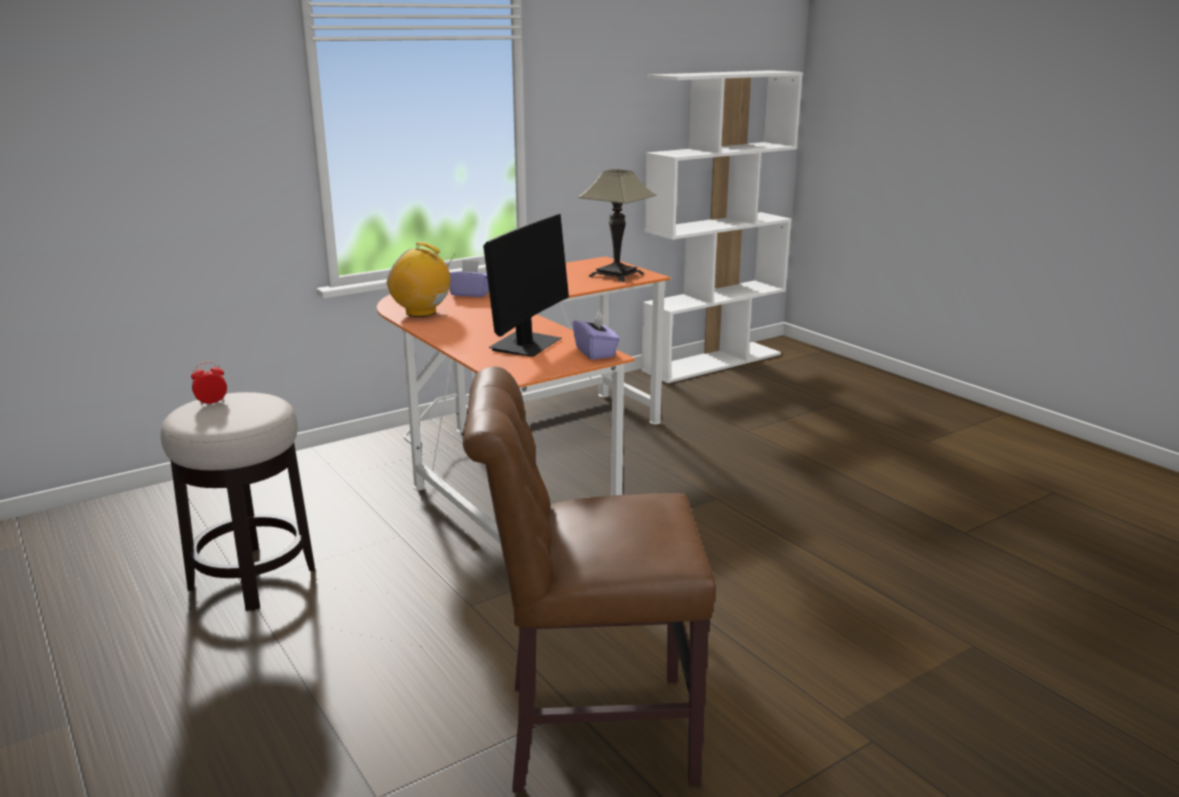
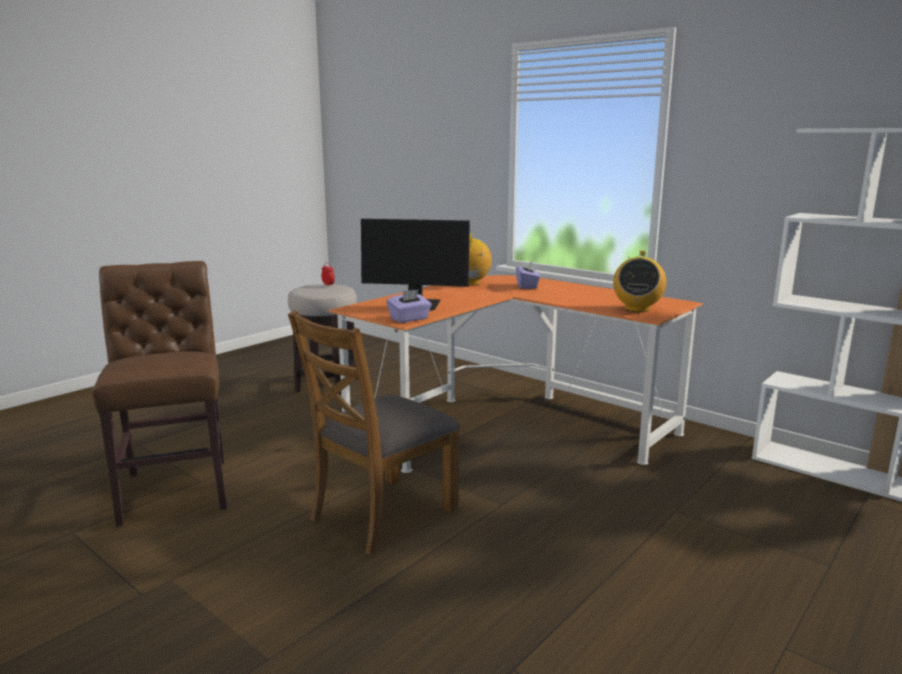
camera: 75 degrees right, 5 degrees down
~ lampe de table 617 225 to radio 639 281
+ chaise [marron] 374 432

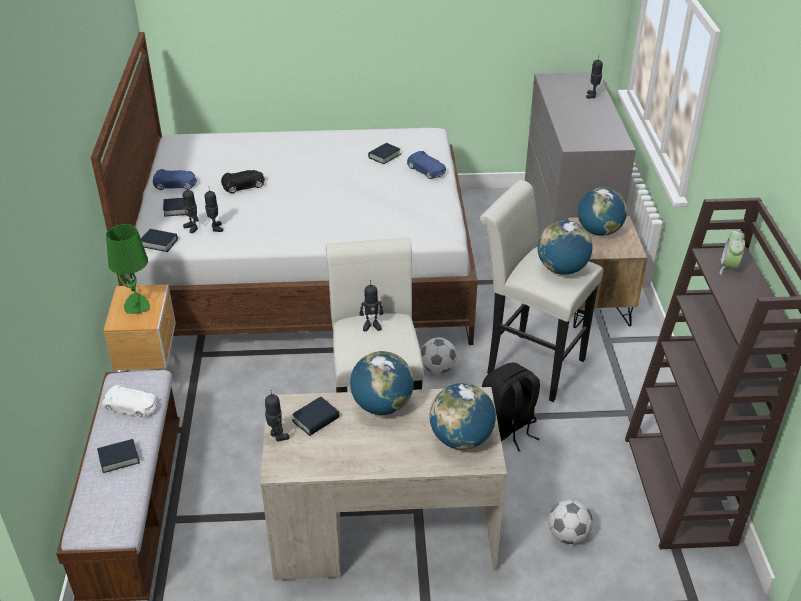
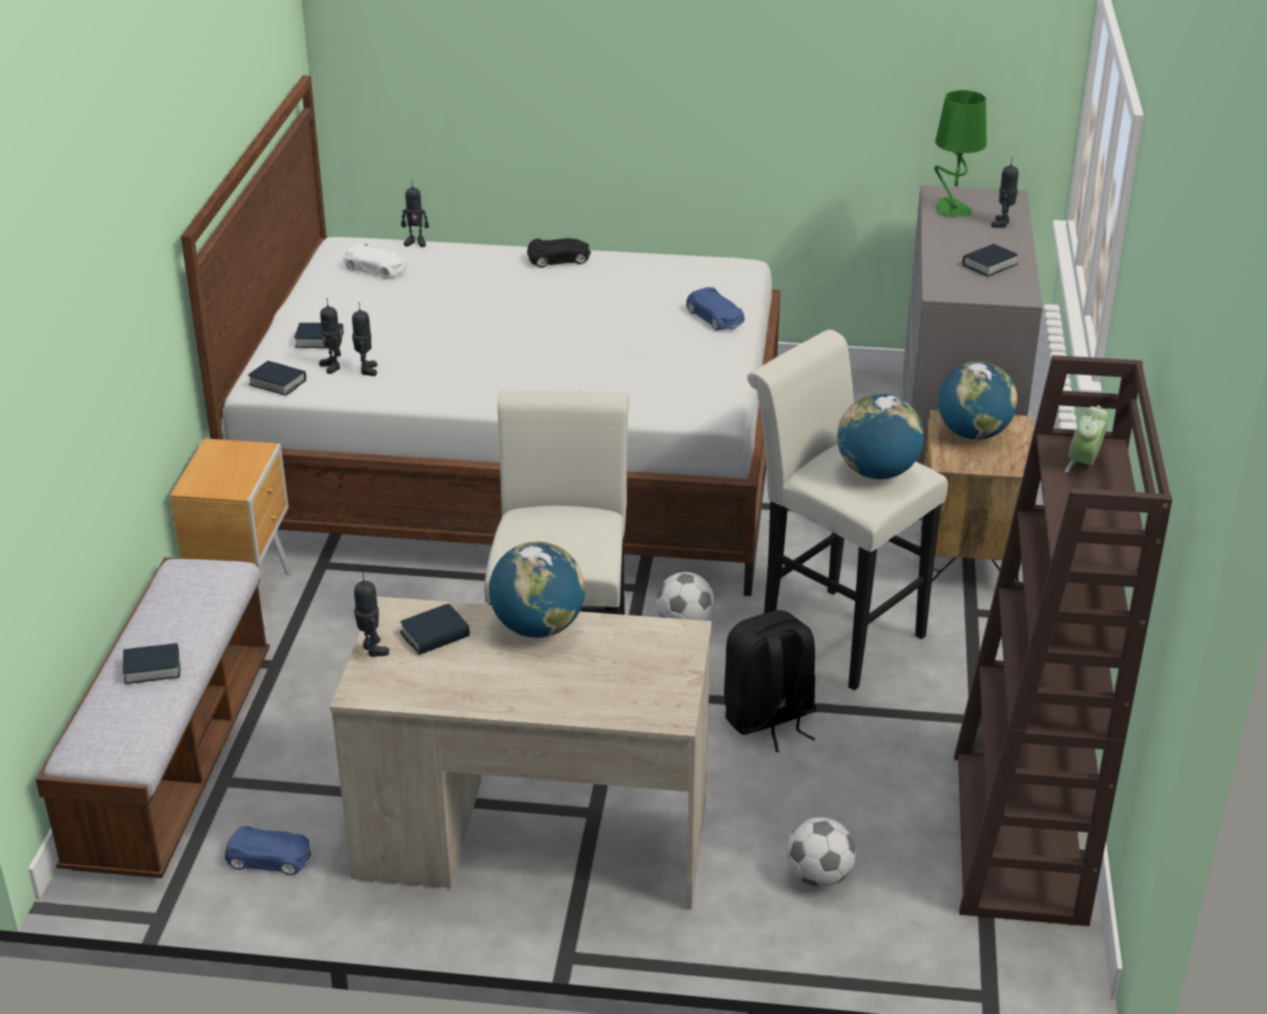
camera: 10 degrees right, 5 degrees down
~ petite voiture [blanc] 129 402 to 374 261
~ lampe de table [vert] 128 269 to 960 153
~ petite voiture [bleu] 175 179 to 268 850
~ petite voiture [noir] 243 181 to 559 253
~ robot jouet 372 306 to 415 213
~ livre 384 153 to 990 260
- globe 462 416

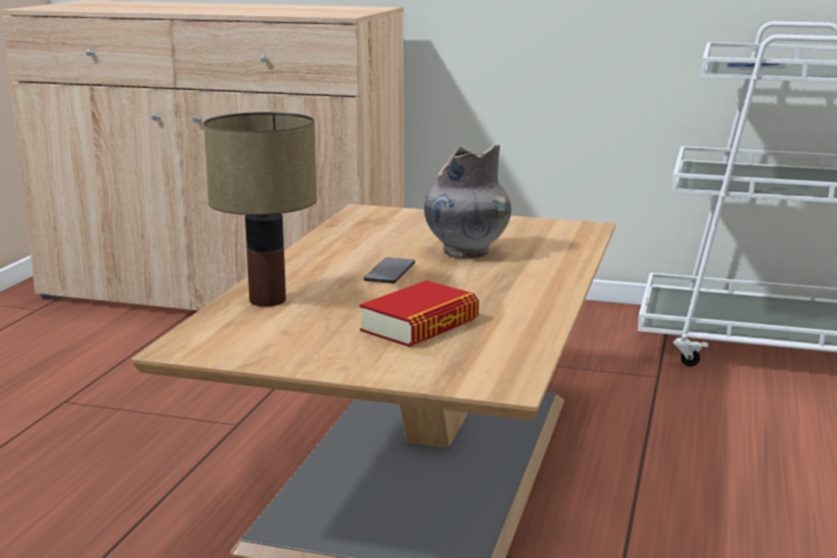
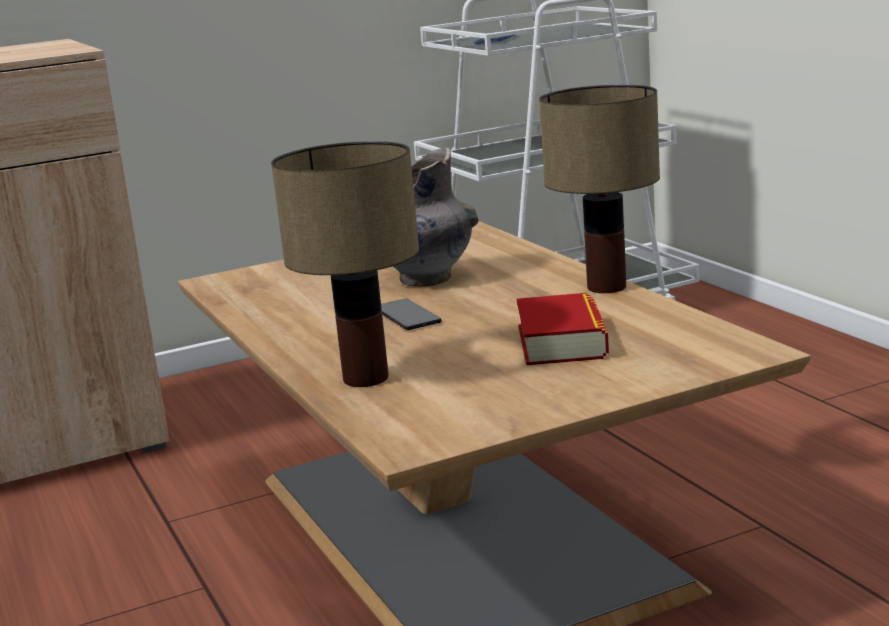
camera: 40 degrees left, 0 degrees up
+ lampe de table 599 189

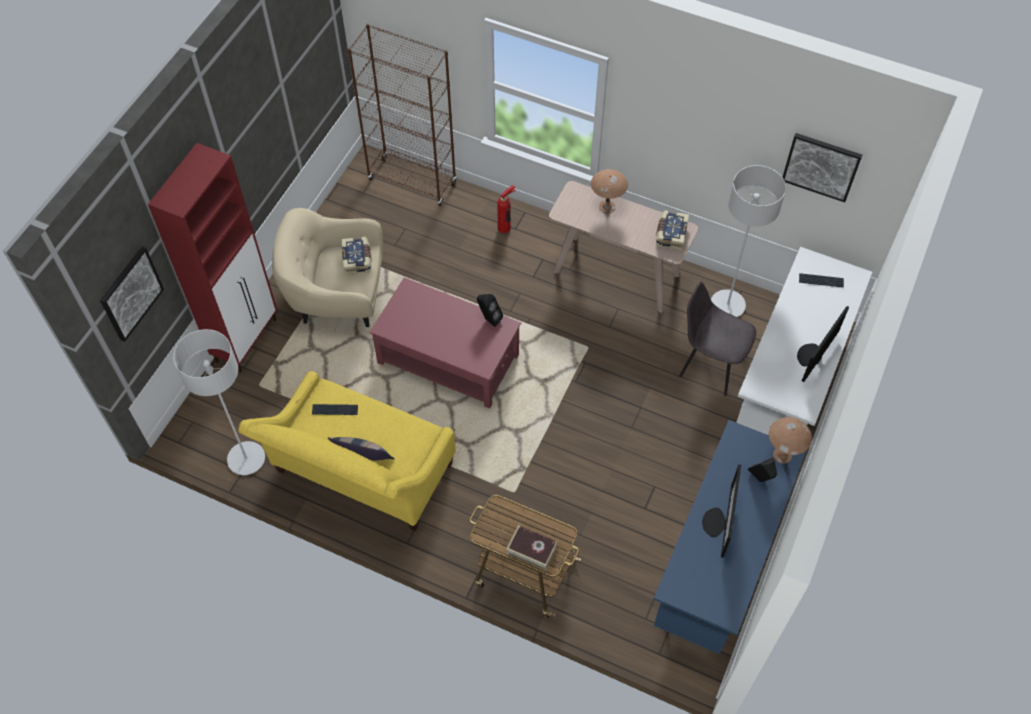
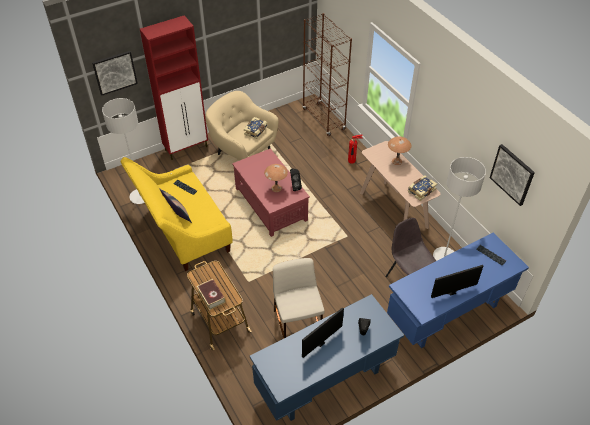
camera: 35 degrees right, 10 degrees down
~ bureau [blanc] 804 341 to bureau [bleu] 458 290
~ lampe de table [marron] 790 440 to 276 178
+ tabouret [beige] 298 298

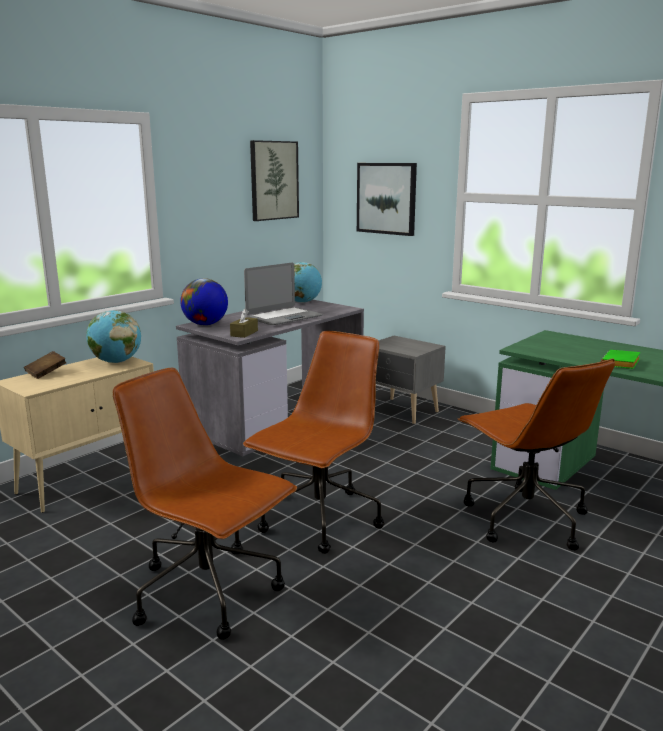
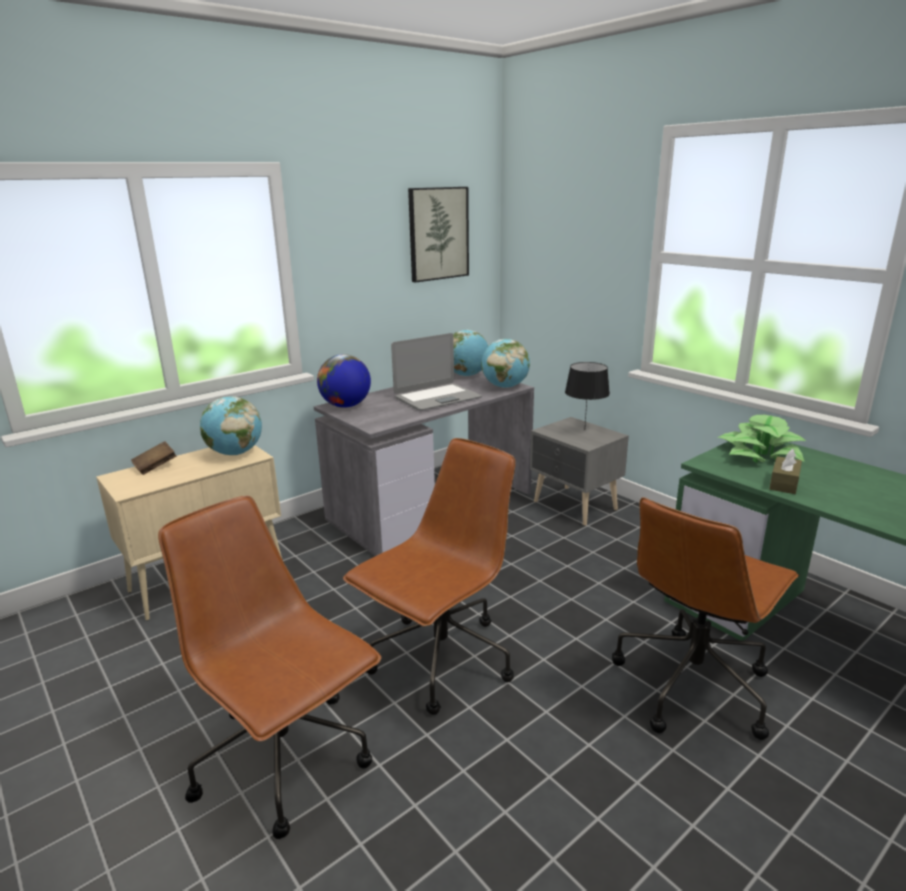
camera: 10 degrees right, 5 degrees up
~ boîte à mouchoirs [marron] 244 323 to 785 471
- tableau 387 199
~ chaise de bureau [marron] 536 454 = 705 618 60 degrees clockwise
- livre [vert] 620 359
+ globe 505 363
+ lampe de table [noir] 587 393
+ plante en pot 761 438

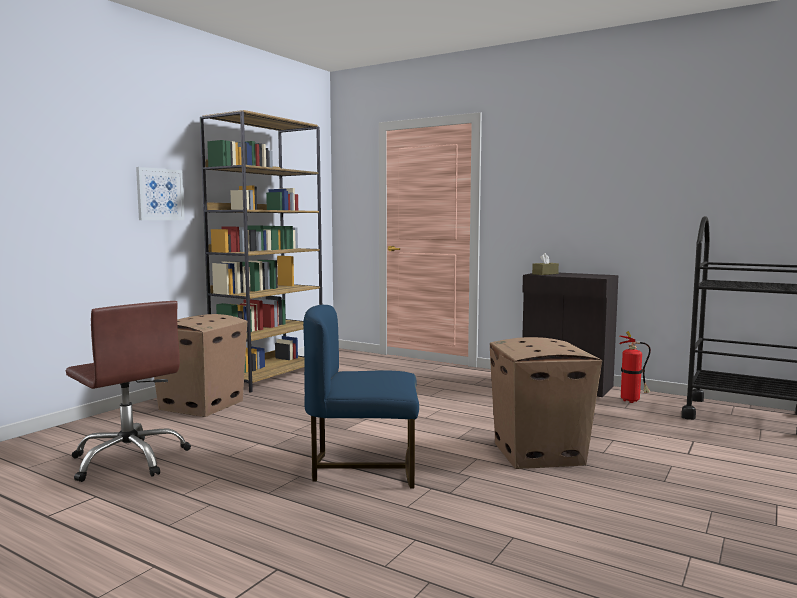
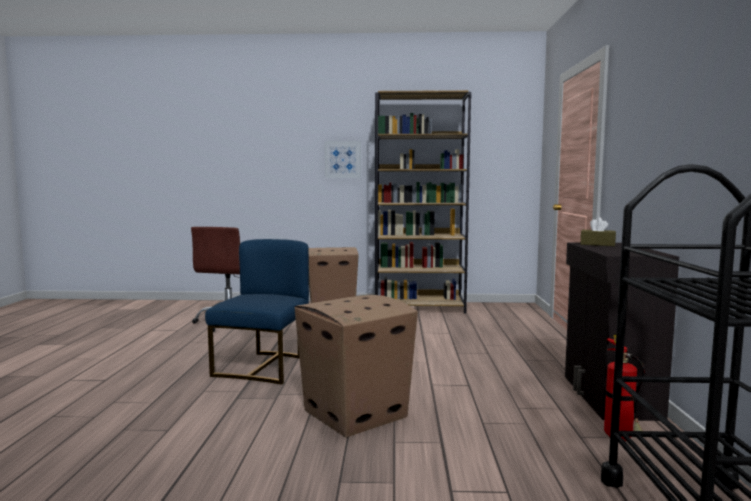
camera: 60 degrees right, 0 degrees up
~ chaise [bleu] 361 396 = 257 311 45 degrees clockwise

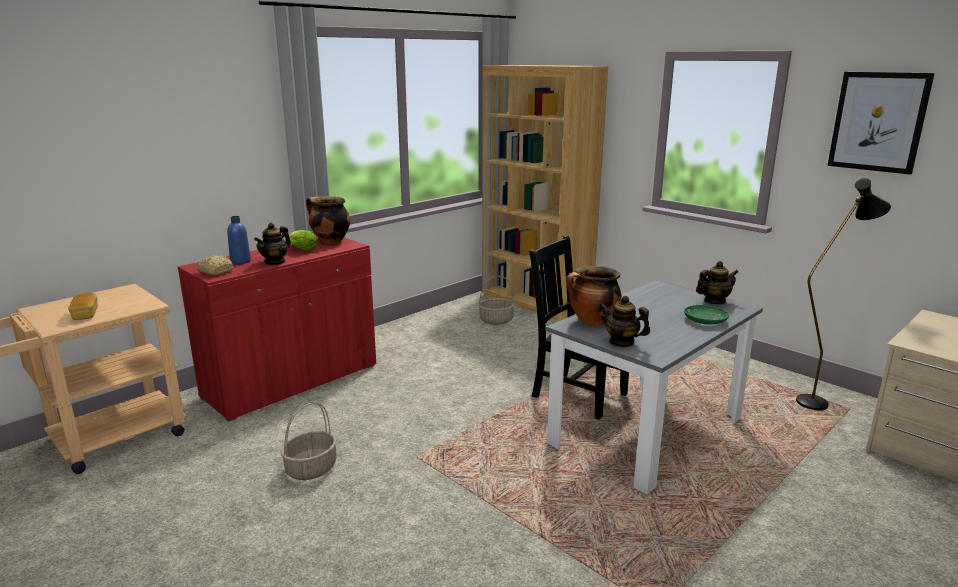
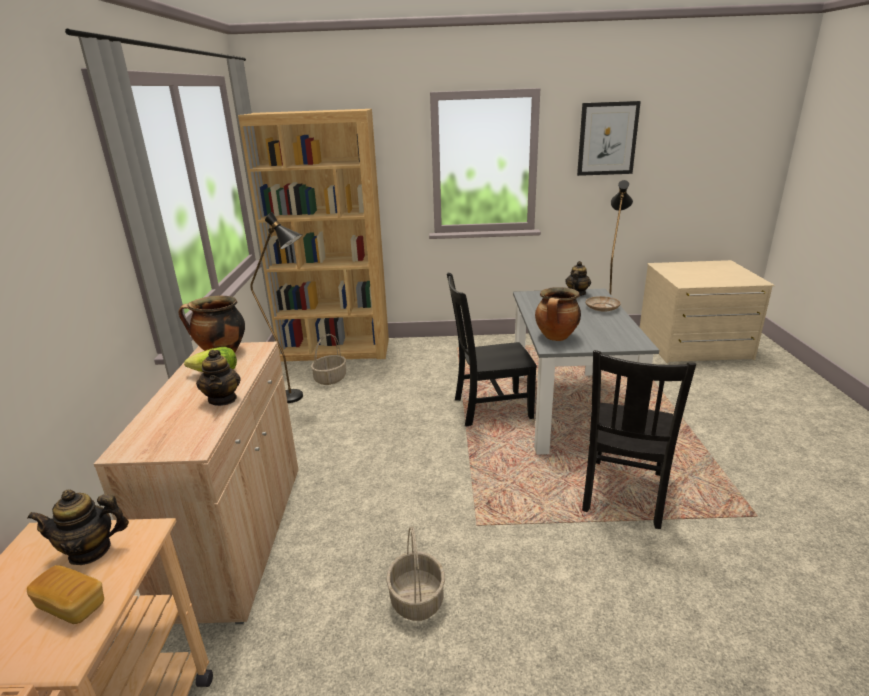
camera: 45 degrees left, 5 degrees up
~ meuble de rangement [rouge] 277 329 to meuble de rangement [beige] 196 484
- pain 215 265
- bouteille [bleu] 239 240
~ théière 624 321 to 78 527
~ assiette [vert] 706 315 to assiette [beige] 603 304
+ lampadaire [noir] 276 307
+ chaise [noir] 639 439

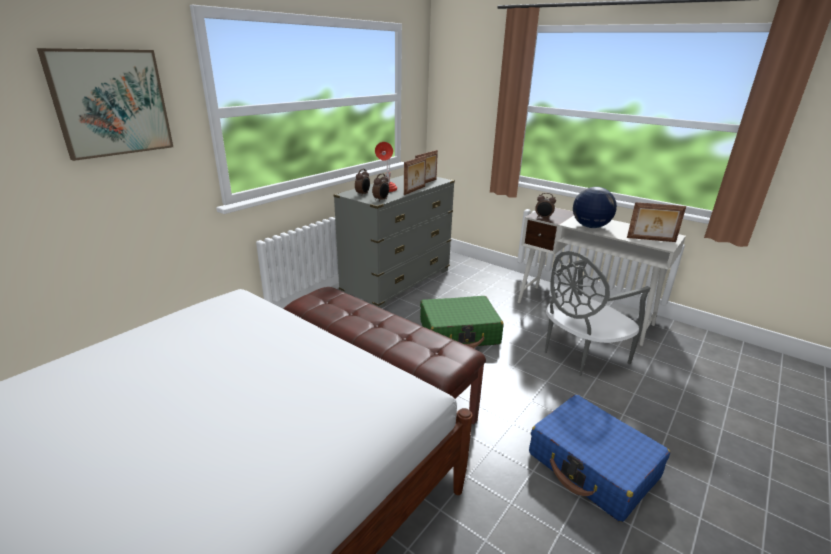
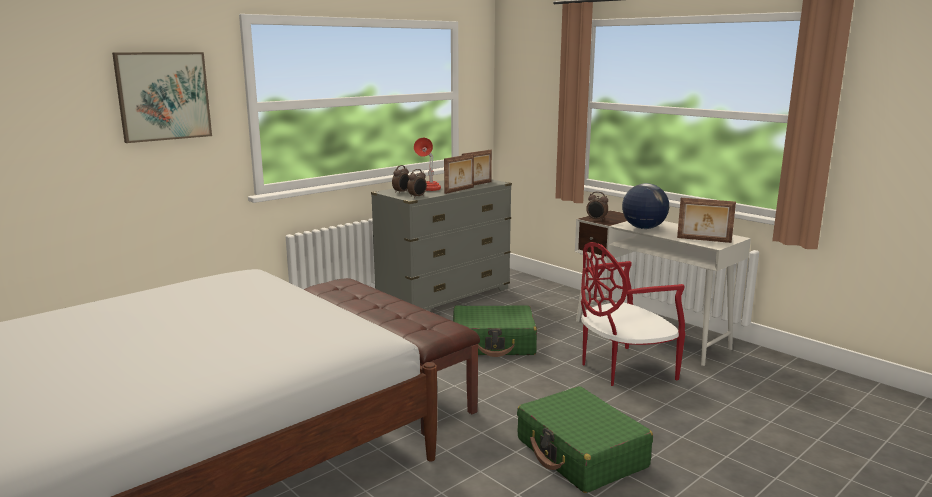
camera: 10 degrees right, 10 degrees down
~ valise [bleu] 599 458 to valise [vert] 585 439
~ chaise [gris] 597 313 to chaise [rouge] 633 314

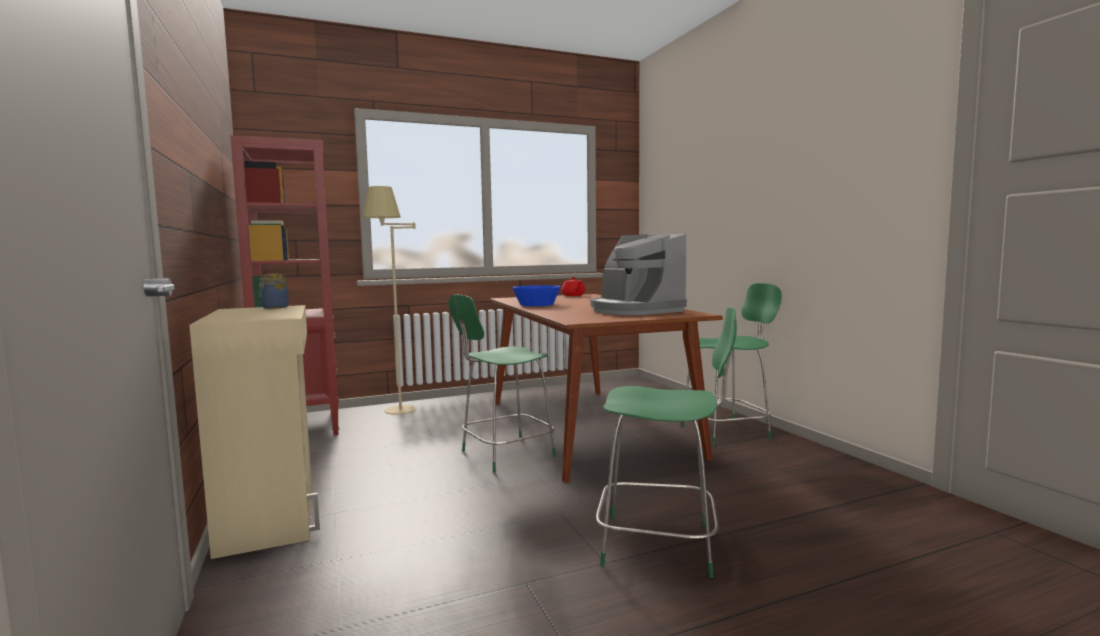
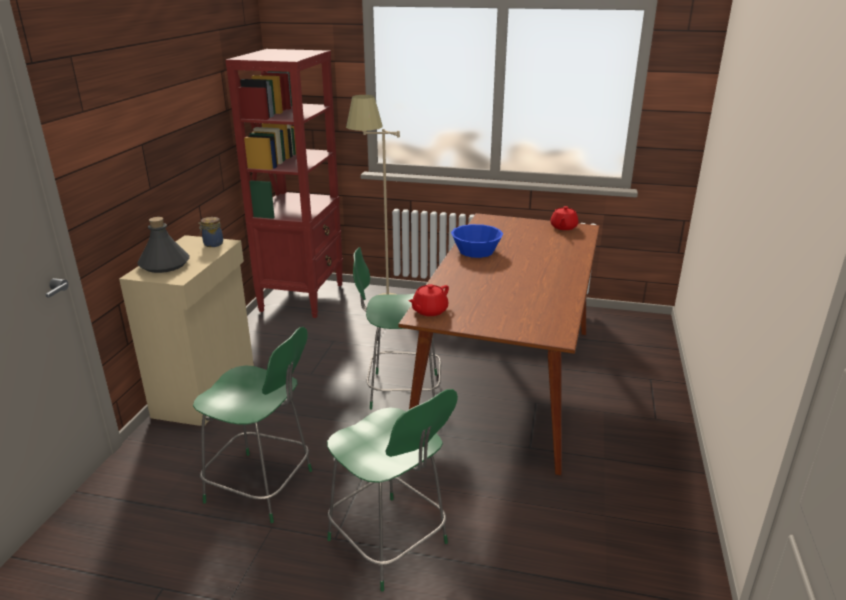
camera: 35 degrees right, 20 degrees up
- machine à café 638 274
~ chaise [vert] 731 365 to 252 425
+ bouteille [gris] 163 245
+ théière [rouge] 429 300

